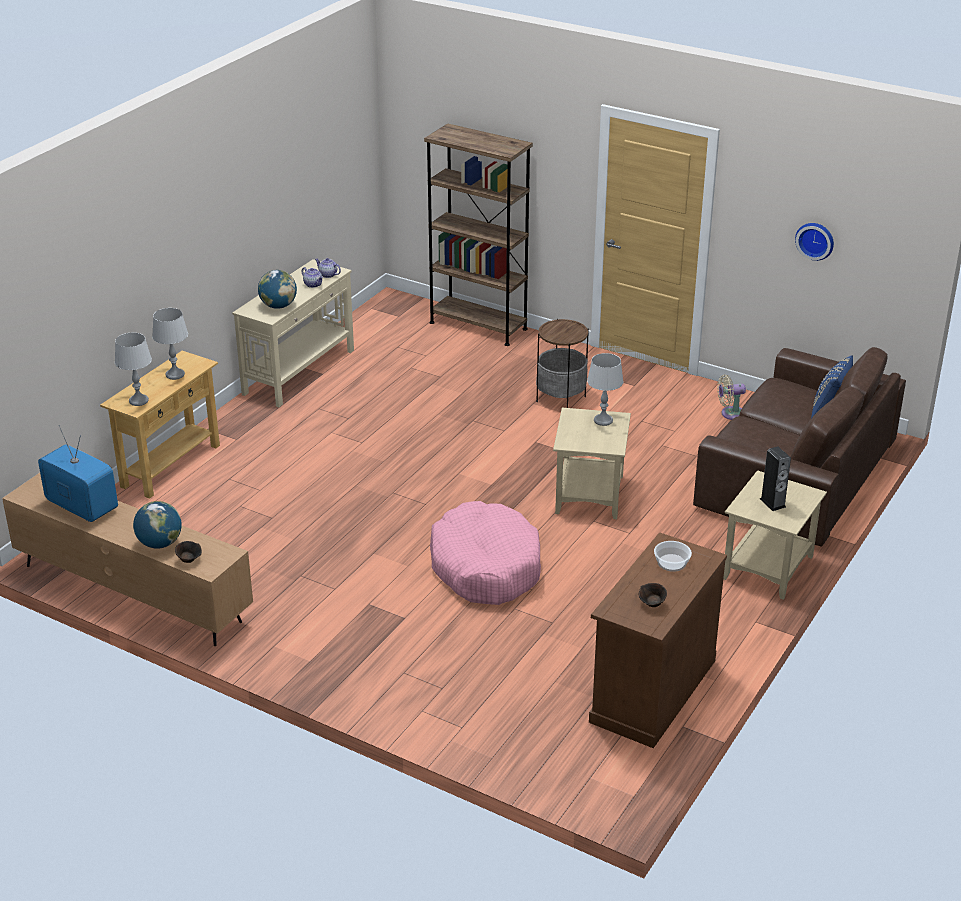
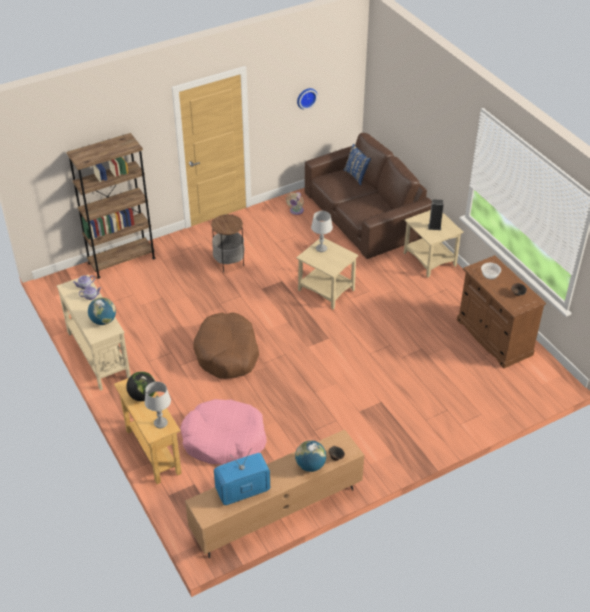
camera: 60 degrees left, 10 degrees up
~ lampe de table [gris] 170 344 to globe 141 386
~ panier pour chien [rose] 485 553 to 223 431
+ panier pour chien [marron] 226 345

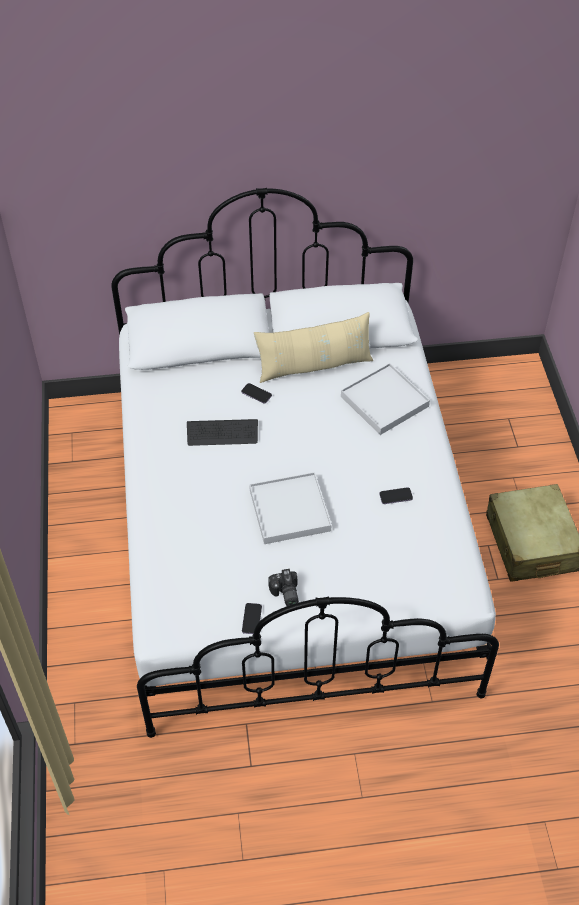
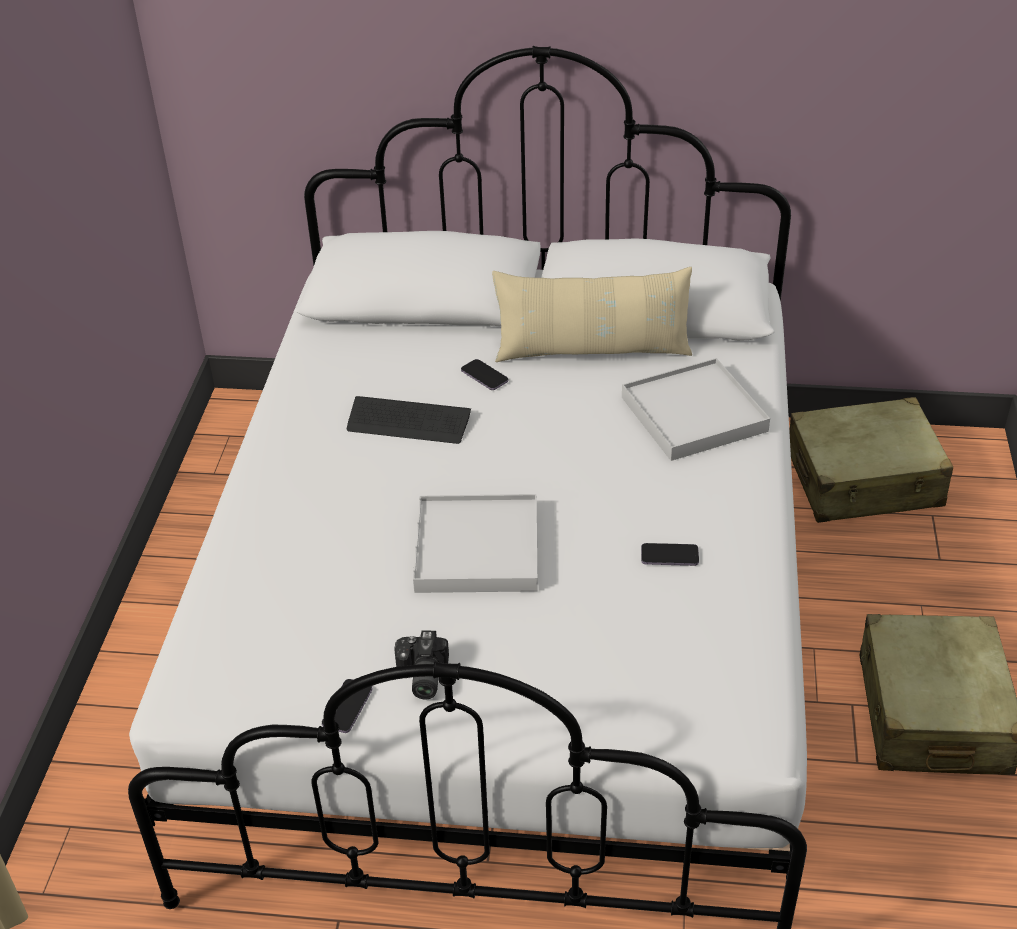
camera: 15 degrees right, 10 degrees down
+ valise [beige] 871 460

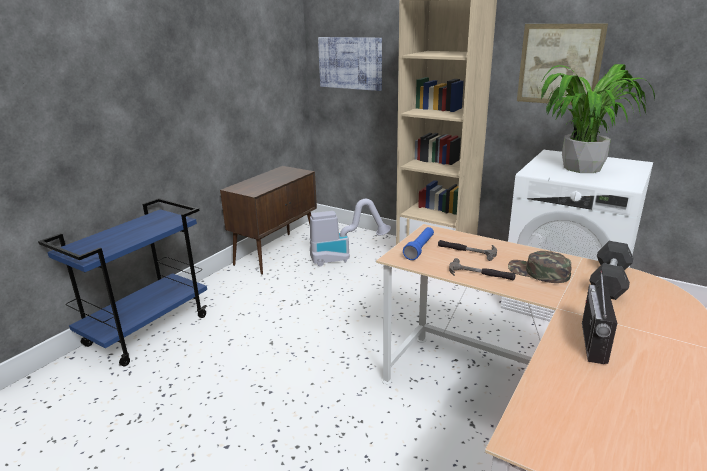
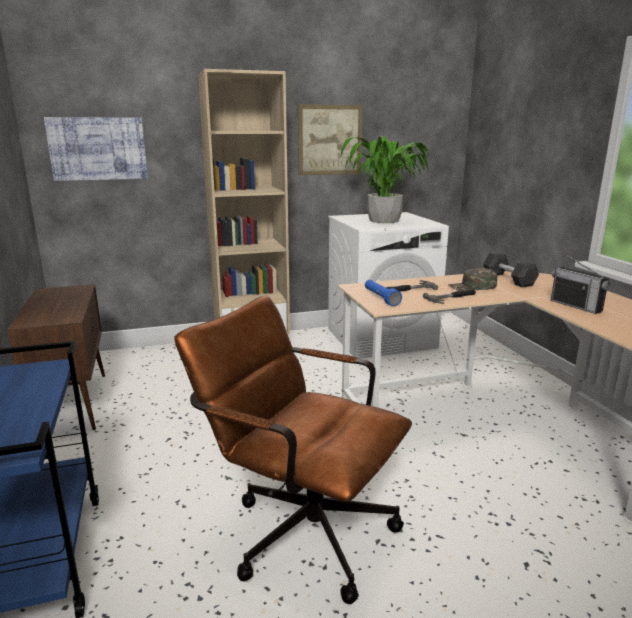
camera: 50 degrees left, 5 degrees down
- aspirateur 350 232
+ chaise de bureau [marron] 293 449

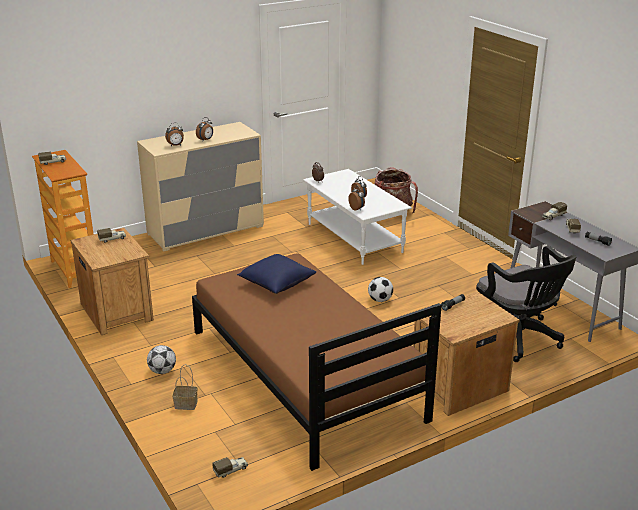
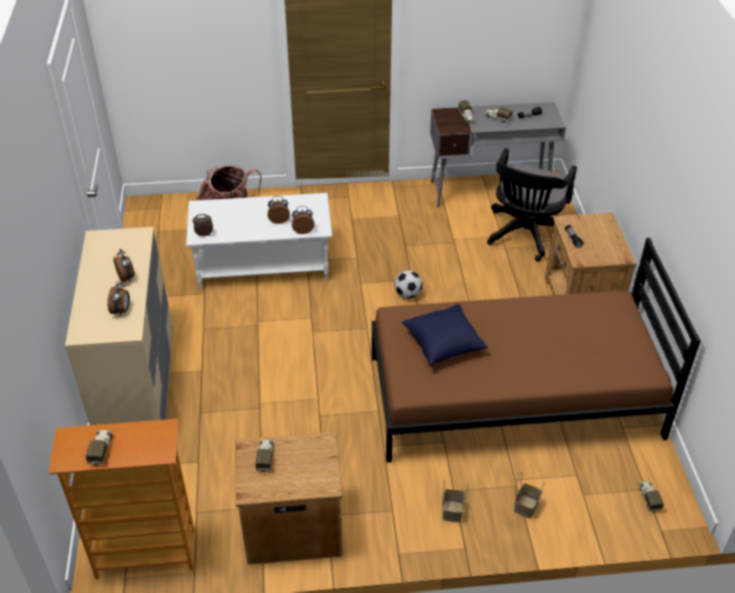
camera: 65 degrees left, 15 degrees up
~ ballon de foot 161 359 to panier 455 501
~ chaise de bureau [noir] 526 304 = 532 205 120 degrees clockwise

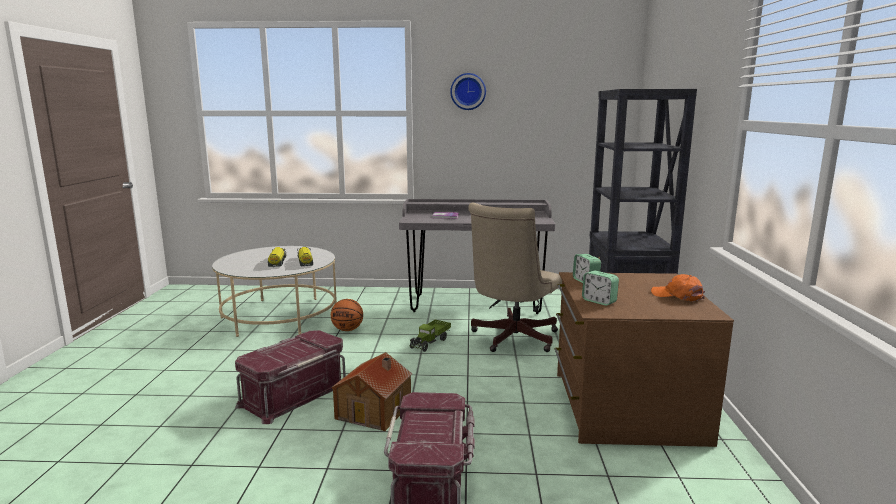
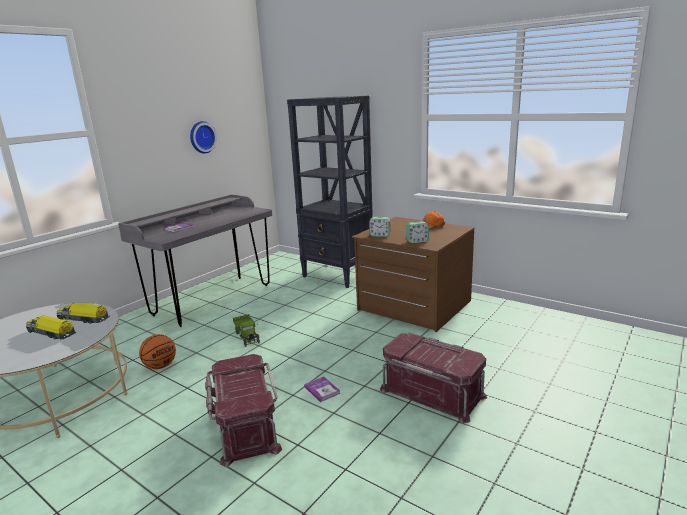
camera: 55 degrees left, 5 degrees up
~ maison miniature 371 391 to livre 322 389
~ horloge murale 468 91 to 203 137
- chaise de bureau [beige] 515 277

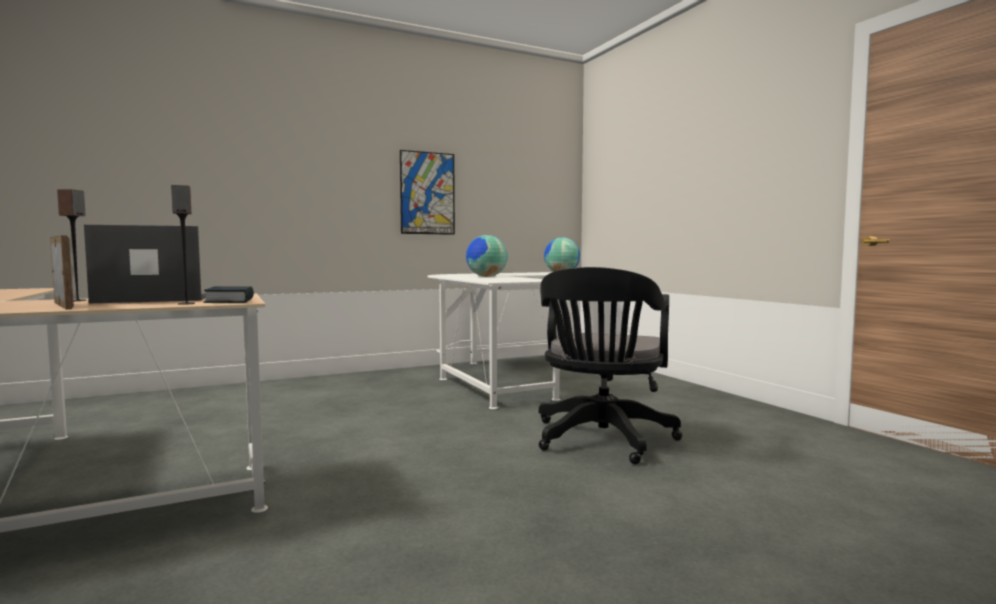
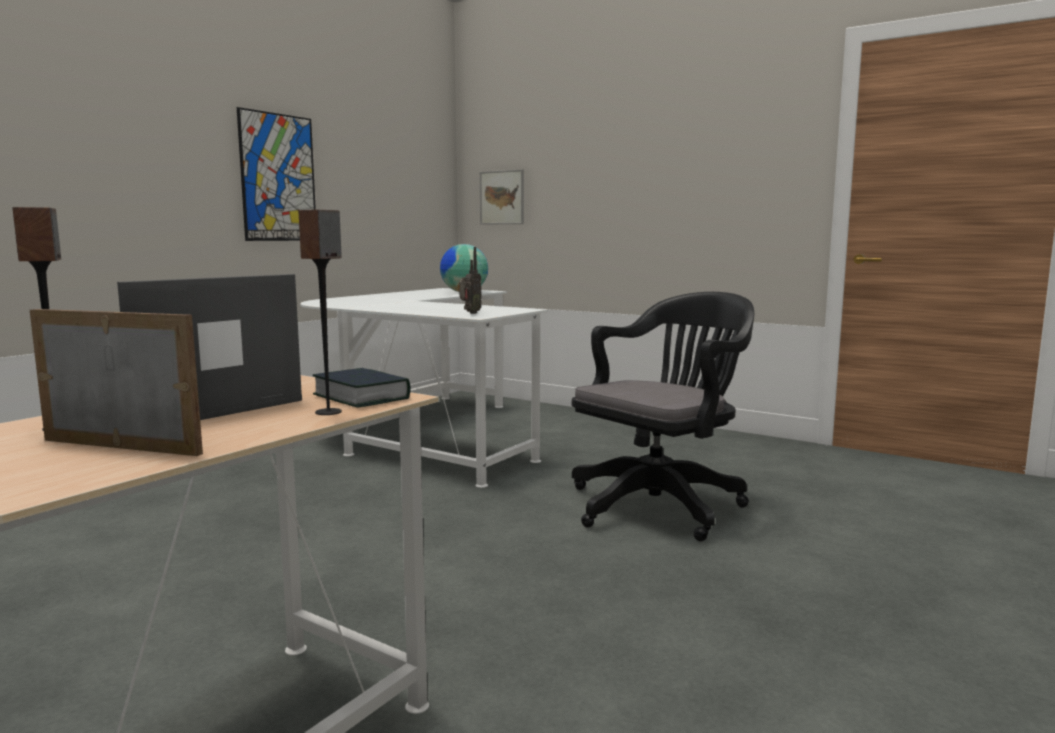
camera: 30 degrees left, 5 degrees up
- globe 487 256
~ chaise de bureau [noir] 610 365 = 663 416 120 degrees counterclockwise
+ radio 470 280
+ tableau 502 197

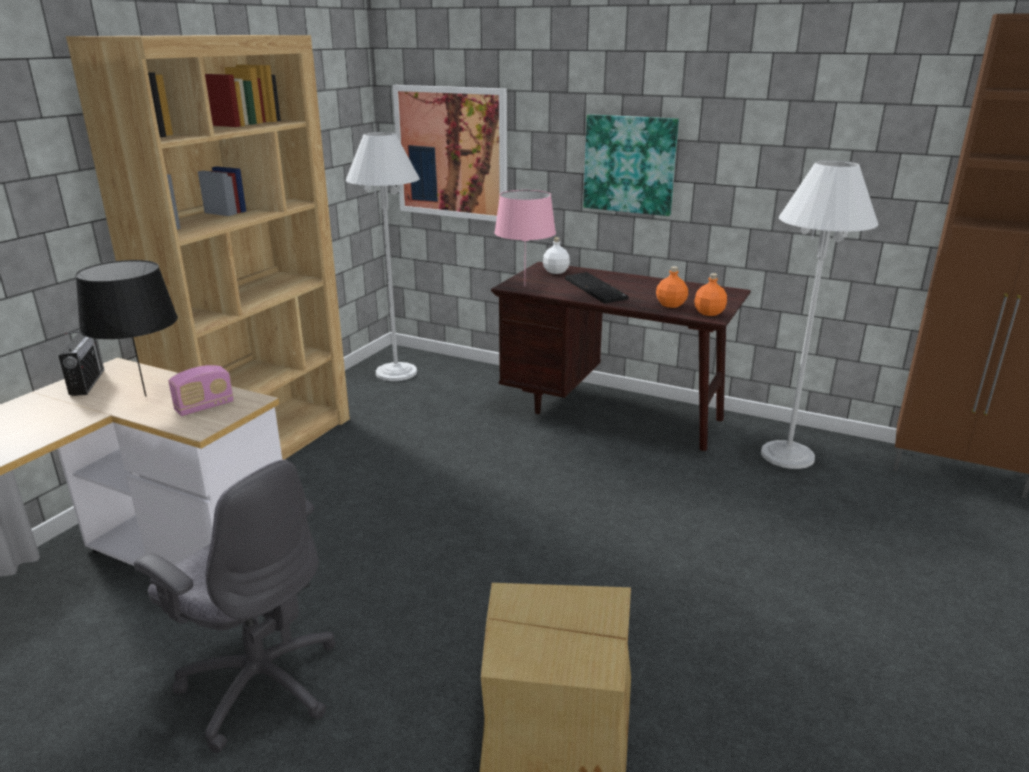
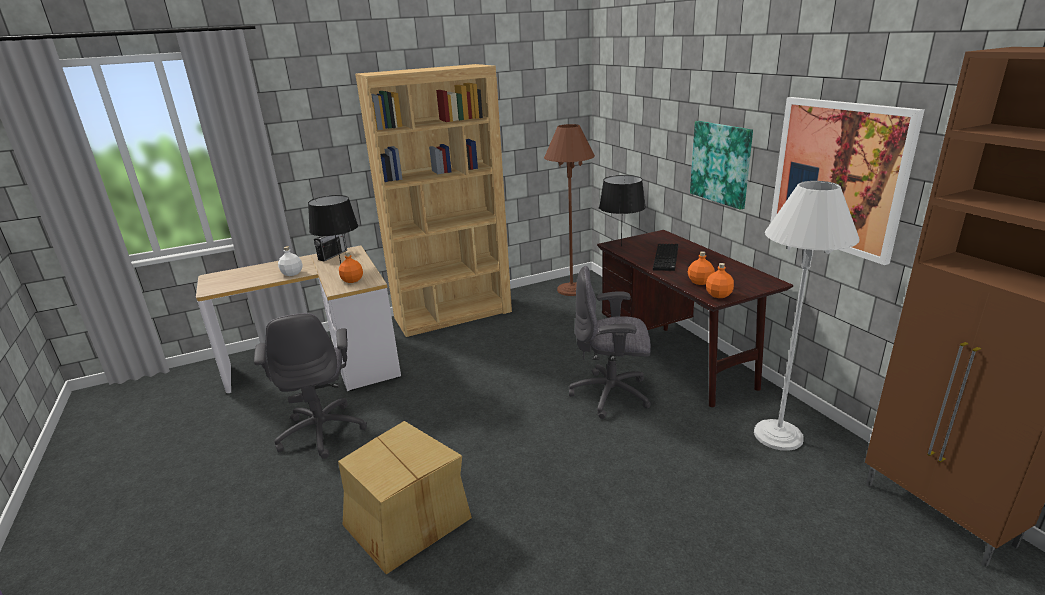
camera: 40 degrees right, 0 degrees up
~ radio 201 390 to bouteille [orange] 351 267
~ lampadaire [blanc] 383 256 to lampadaire [marron] 569 210
~ tableau 450 153 to 847 181
~ lampe de table [rose] 525 238 to lampe de table [noir] 622 211
~ bouteille [blanc] 556 255 to 290 261
+ chaise de bureau [gris] 610 342

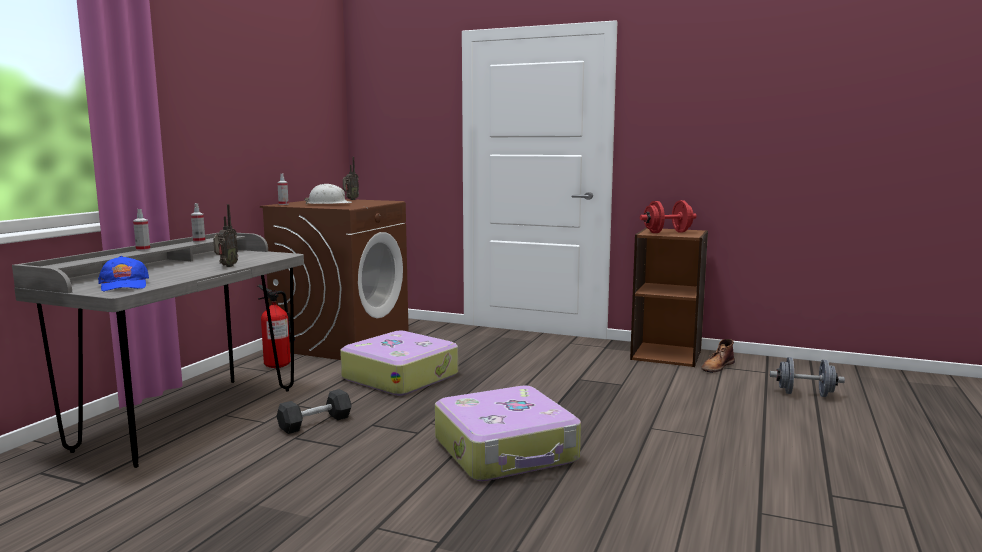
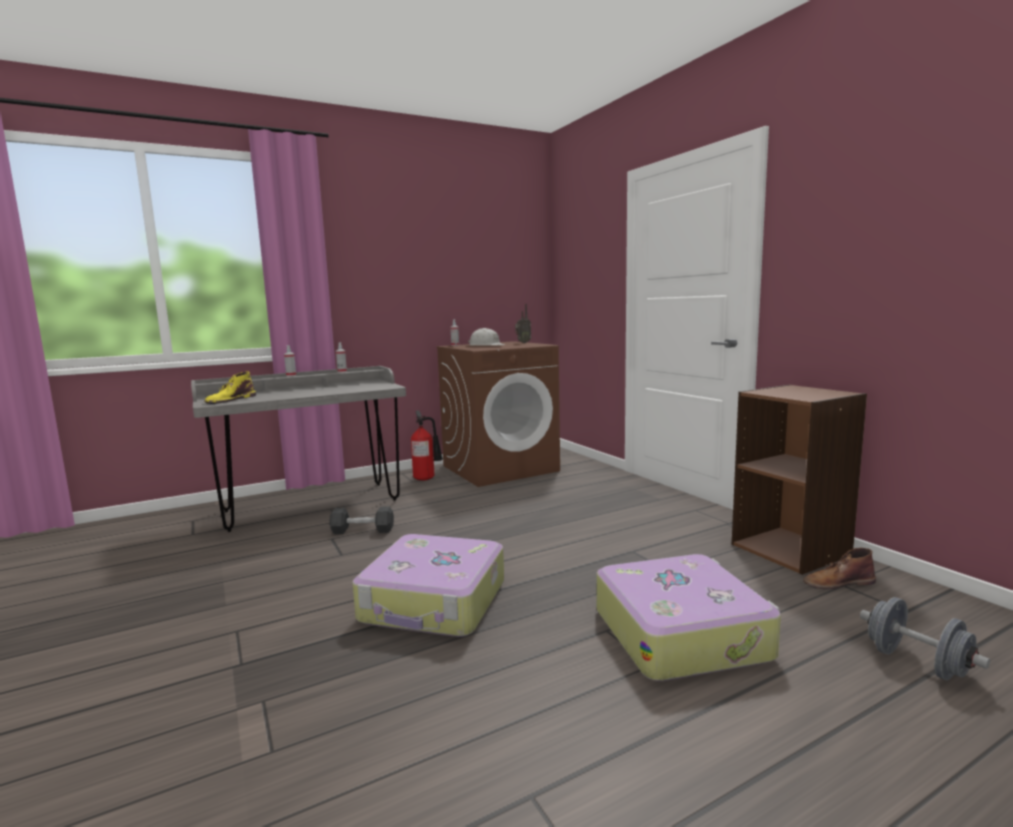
camera: 40 degrees right, 0 degrees up
~ casquette [bleu] 123 273 to botte [jaune] 230 387
- radio 225 235
~ valise 399 363 to 688 617
- haltère [rouge] 668 216

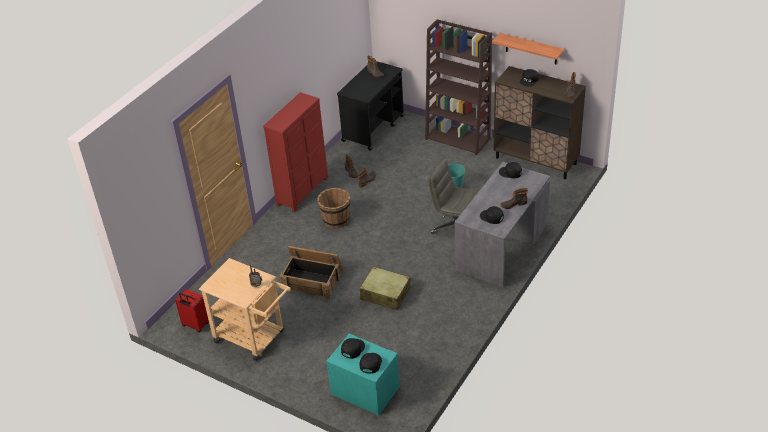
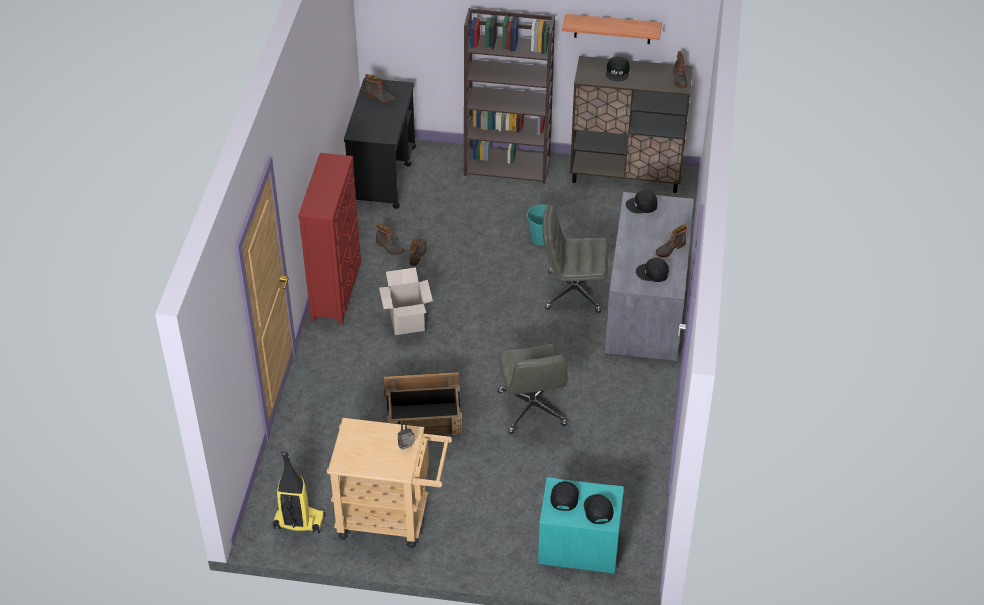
camera: 25 degrees left, 5 degrees up
~ valise [rouge] 192 310 to aspirateur 299 492
~ seau [marron] 333 208 to carton 406 301
~ valise [beige] 385 288 to chaise de bureau [gris] 533 389

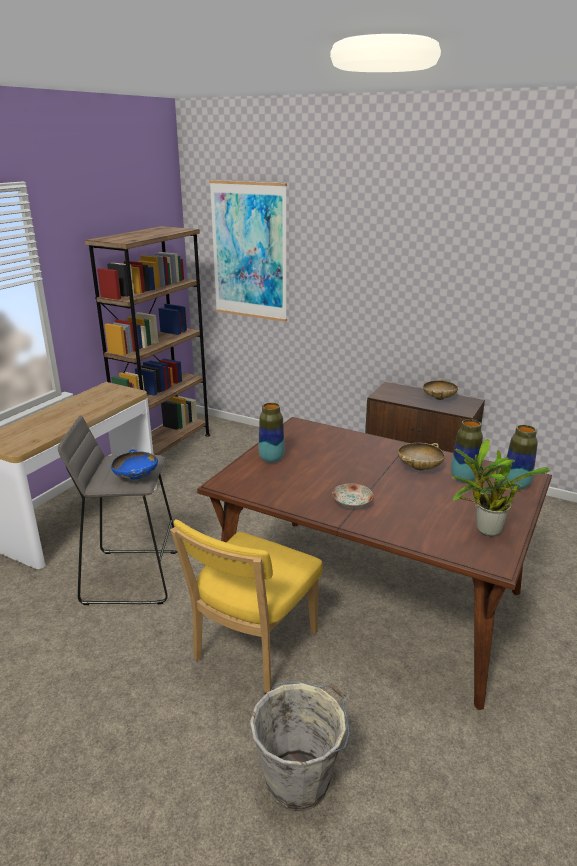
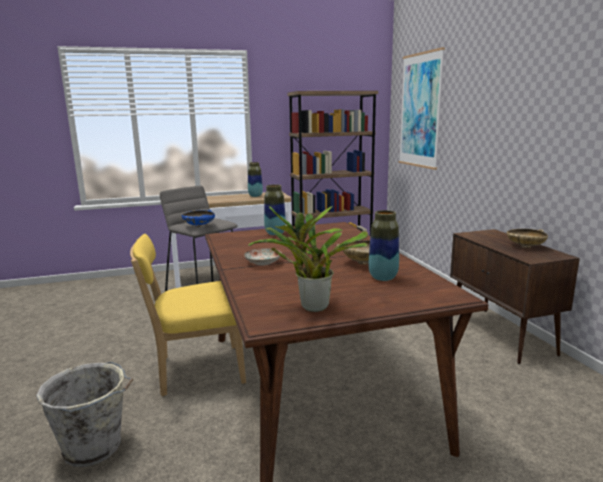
camera: 45 degrees right, 10 degrees down
~ vase 521 457 to 255 179

